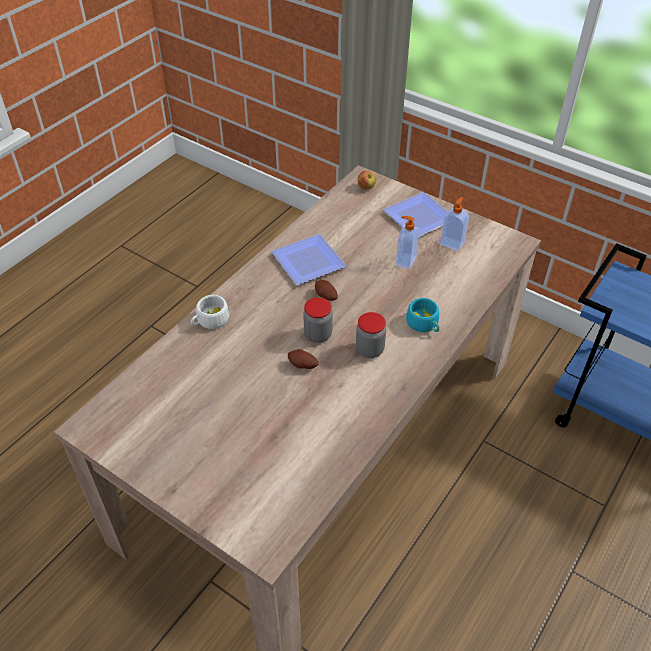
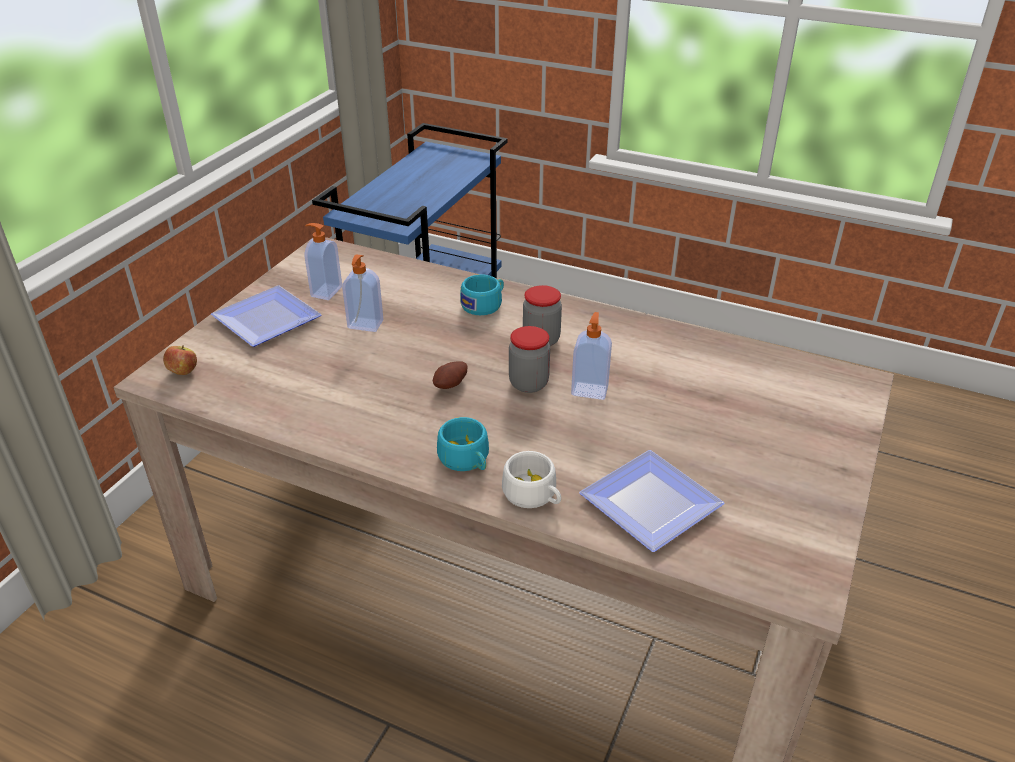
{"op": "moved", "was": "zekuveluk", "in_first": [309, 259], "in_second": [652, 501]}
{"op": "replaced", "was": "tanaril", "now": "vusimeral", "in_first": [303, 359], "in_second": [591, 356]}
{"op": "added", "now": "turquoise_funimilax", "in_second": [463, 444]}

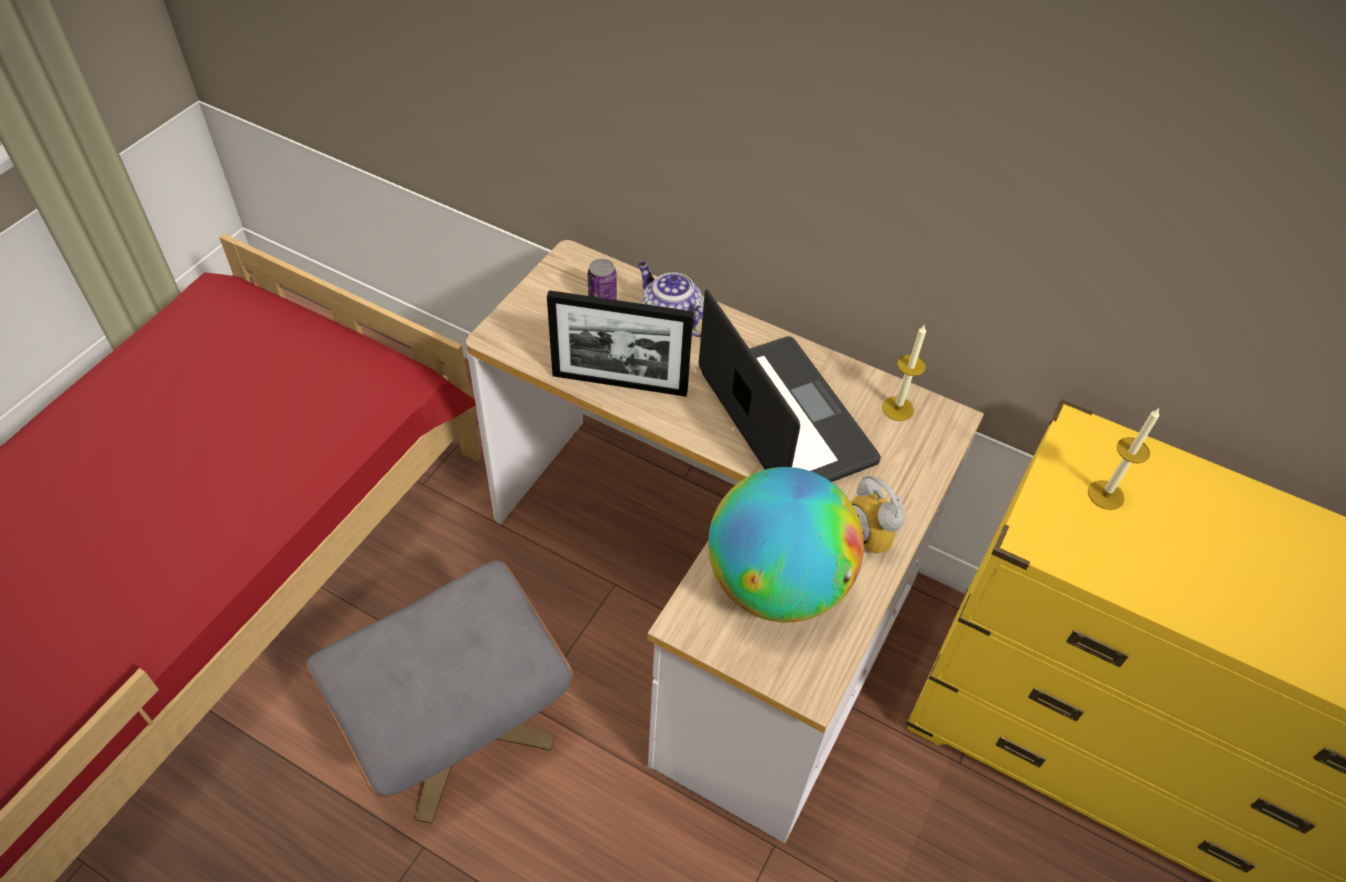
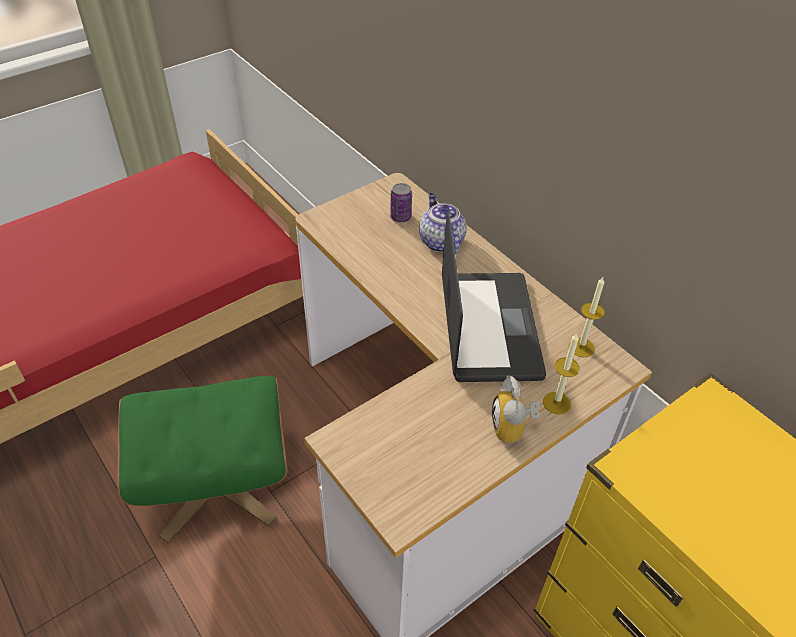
{"op": "recoloured", "was": "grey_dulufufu", "now": "green_dulufufu", "in_first": [439, 692], "in_second": [202, 459]}
{"op": "removed", "was": "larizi", "in_first": [620, 343]}
{"op": "removed", "was": "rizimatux", "in_first": [786, 544]}
{"op": "moved", "was": "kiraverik", "in_first": [1124, 459], "in_second": [561, 374]}

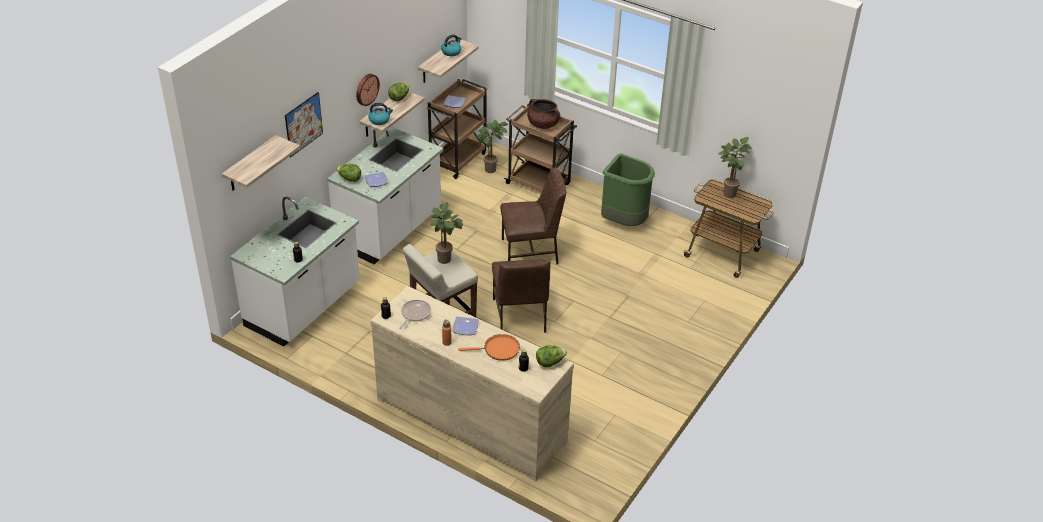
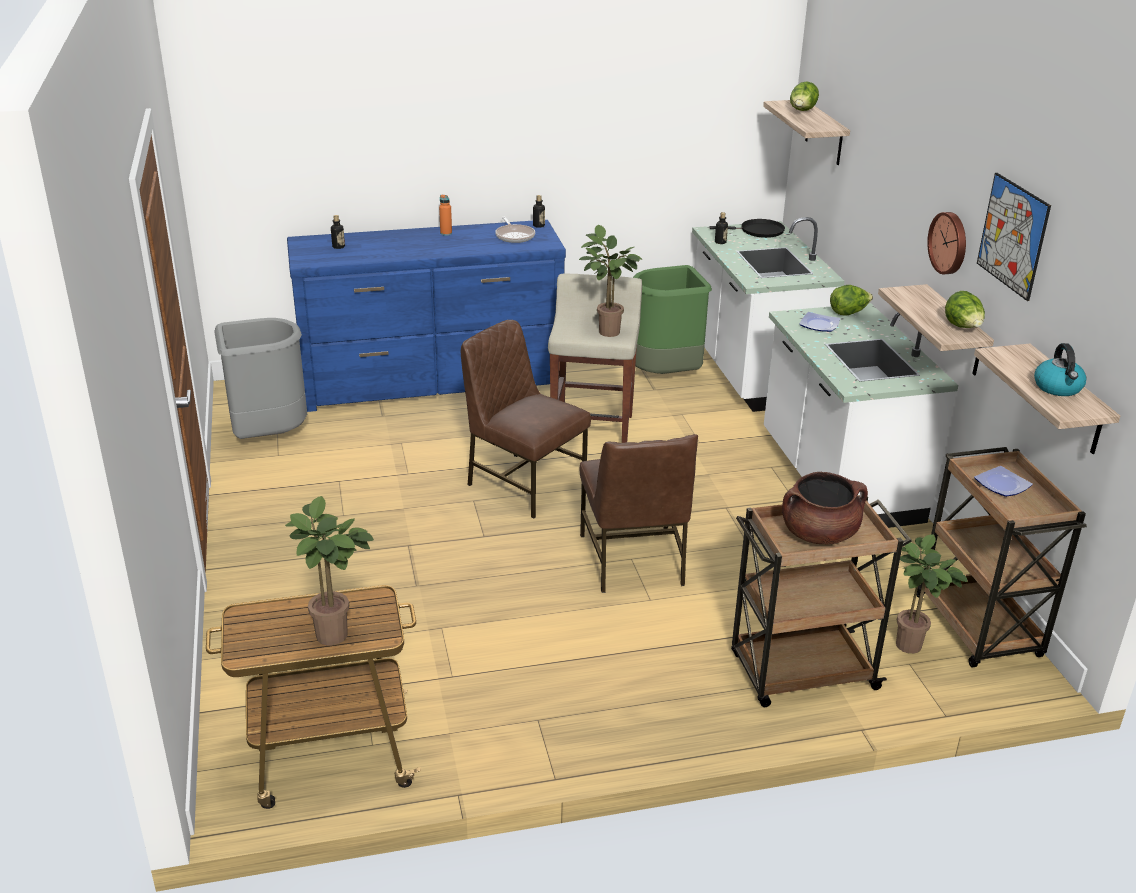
{"op": "moved", "was": "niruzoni", "in_first": [304, 124], "in_second": [1014, 237]}
{"op": "removed", "was": "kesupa", "in_first": [380, 114]}
{"op": "recoloured", "was": "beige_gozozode", "now": "blue_gozozode", "in_first": [472, 384], "in_second": [426, 316]}
{"op": "removed", "was": "zekuveluk", "in_first": [465, 326]}
{"op": "removed", "was": "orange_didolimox", "in_first": [489, 347]}
{"op": "turned", "was": "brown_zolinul", "in_first": [533, 216], "in_second": [639, 513], "clockwise": -45}
{"op": "moved", "was": "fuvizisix", "in_first": [551, 356], "in_second": [804, 96]}
{"op": "moved", "was": "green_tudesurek", "in_first": [628, 189], "in_second": [672, 319]}
{"op": "added", "now": "grey_tudesurek", "in_second": [260, 378]}
{"op": "added", "now": "black_didolimox", "in_second": [747, 228]}

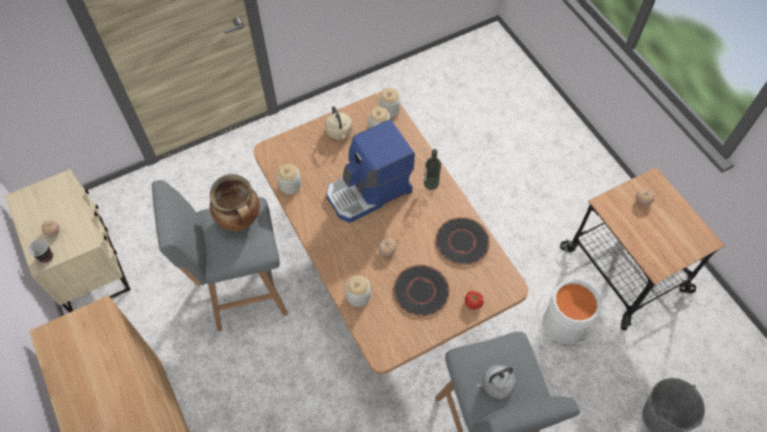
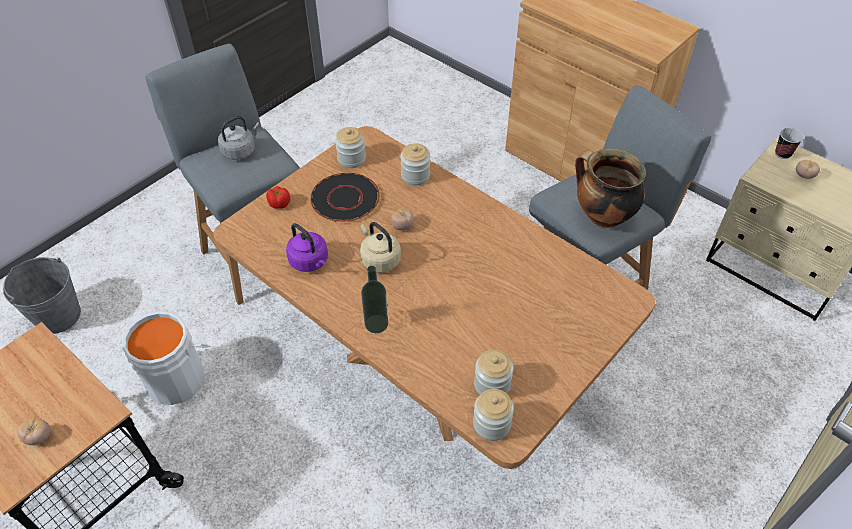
{"op": "moved", "was": "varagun", "in_first": [289, 178], "in_second": [350, 147]}
{"op": "moved", "was": "beige_kesupa", "in_first": [338, 122], "in_second": [380, 247]}
{"op": "removed", "was": "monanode", "in_first": [370, 171]}
{"op": "replaced", "was": "black_zekuveluk", "now": "purple_kesupa", "in_first": [462, 241], "in_second": [307, 247]}

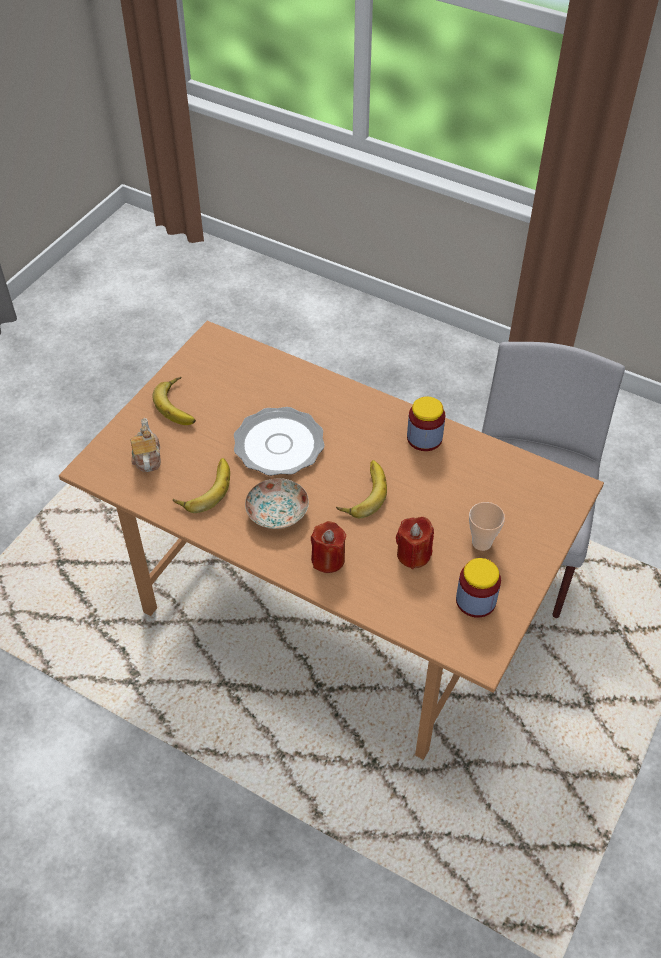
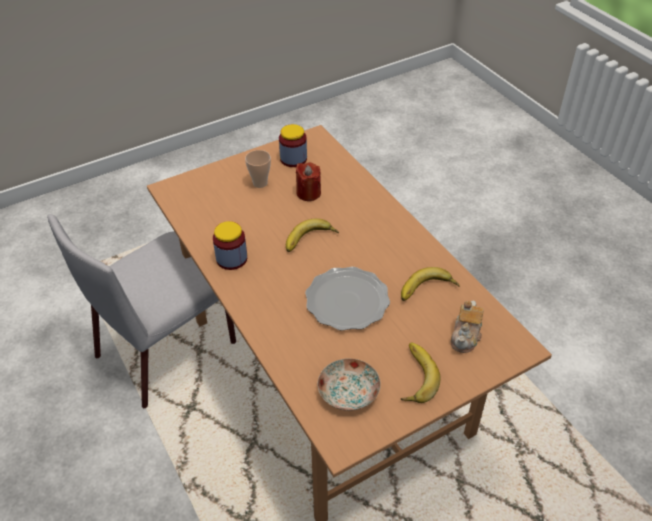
{"op": "moved", "was": "zekuveluk", "in_first": [277, 503], "in_second": [349, 384]}
{"op": "removed", "was": "red_kiraverik", "in_first": [328, 547]}

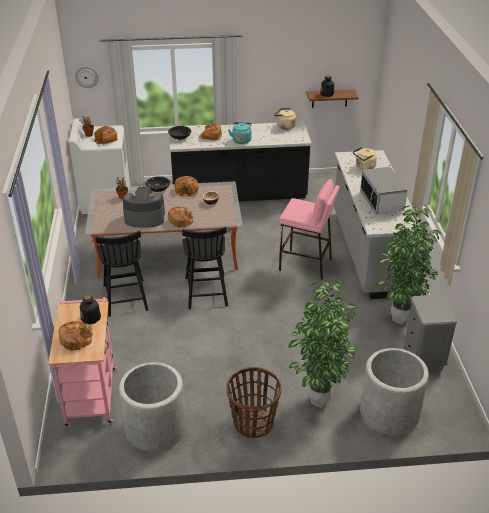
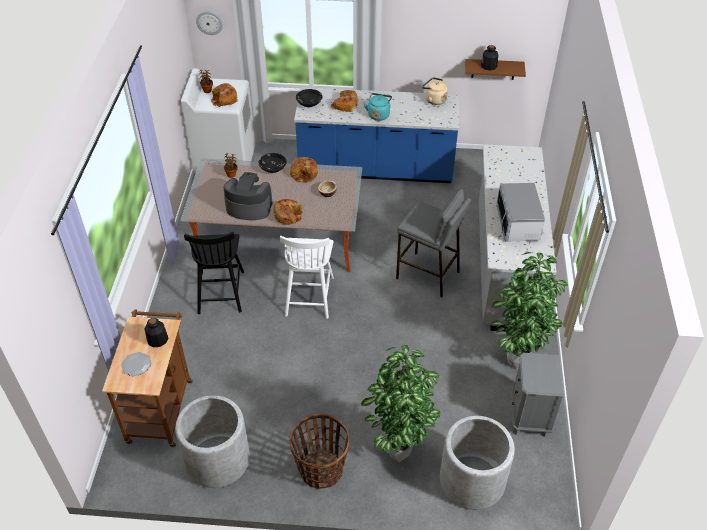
{"op": "recoloured", "was": "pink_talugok", "now": "brown_talugok", "in_first": [82, 362], "in_second": [147, 378]}
{"op": "replaced", "was": "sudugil", "now": "zekuveluk", "in_first": [76, 335], "in_second": [136, 364]}
{"op": "recoloured", "was": "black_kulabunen", "now": "blue_kulabunen", "in_first": [241, 161], "in_second": [376, 135]}
{"op": "recoloured", "was": "black_zolinul", "now": "white_zolinul", "in_first": [205, 268], "in_second": [307, 277]}
{"op": "recoloured", "was": "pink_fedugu", "now": "grey_fedugu", "in_first": [309, 229], "in_second": [433, 243]}
{"op": "removed", "was": "beige_kesupa", "in_first": [365, 158]}

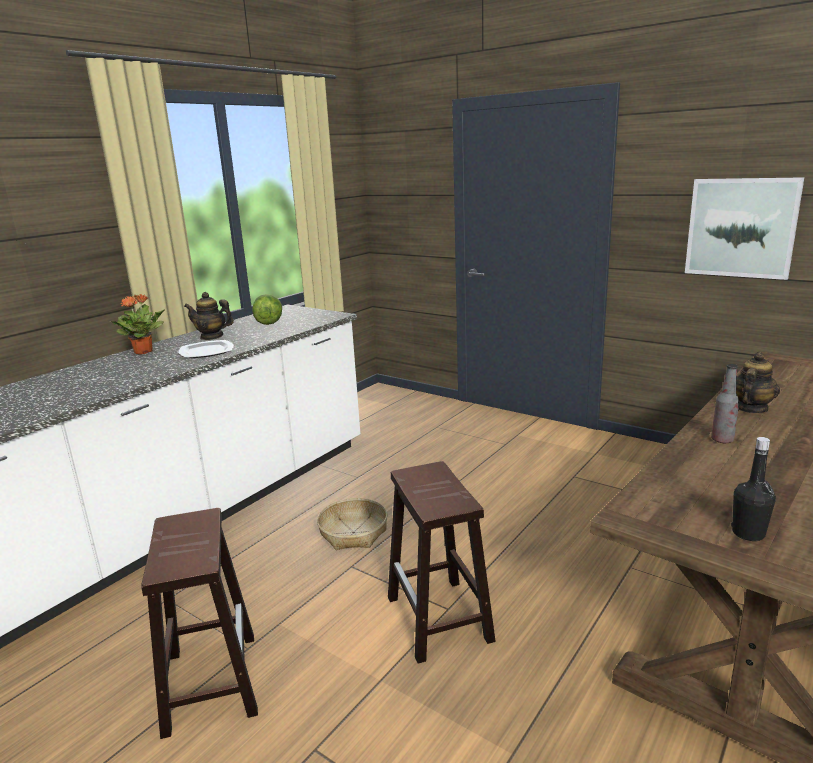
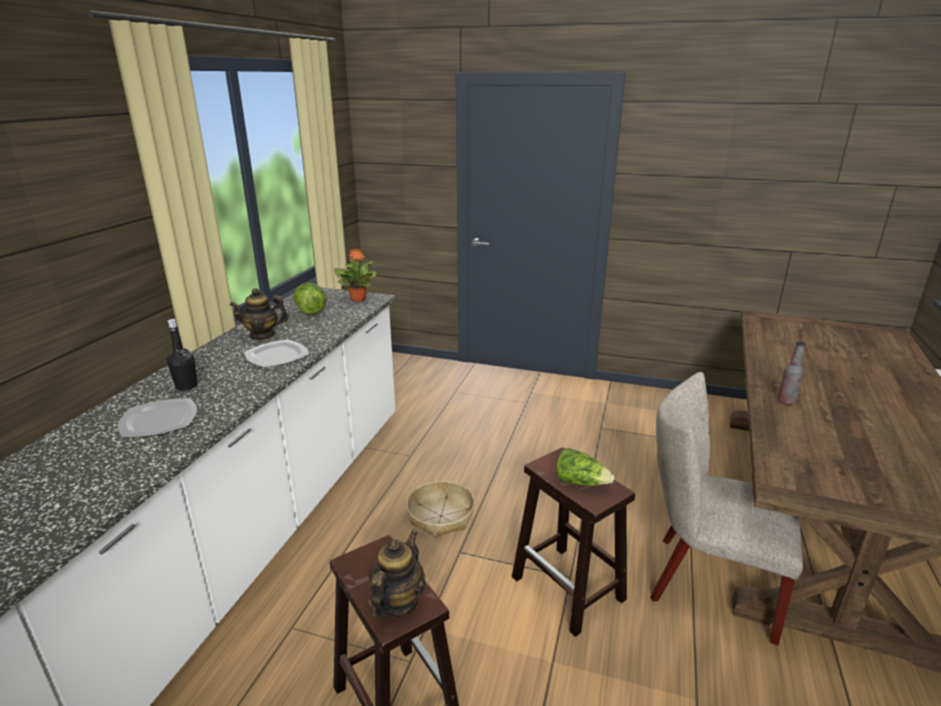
{"op": "moved", "was": "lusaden", "in_first": [137, 324], "in_second": [355, 275]}
{"op": "removed", "was": "niruzoni", "in_first": [744, 228]}
{"op": "moved", "was": "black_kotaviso", "in_first": [753, 489], "in_second": [182, 355]}
{"op": "moved", "was": "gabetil", "in_first": [758, 382], "in_second": [397, 574]}
{"op": "added", "now": "zekuveluk", "in_second": [157, 418]}
{"op": "added", "now": "fuvizisix", "in_second": [585, 467]}
{"op": "added", "now": "beige_zolinul", "in_second": [726, 509]}

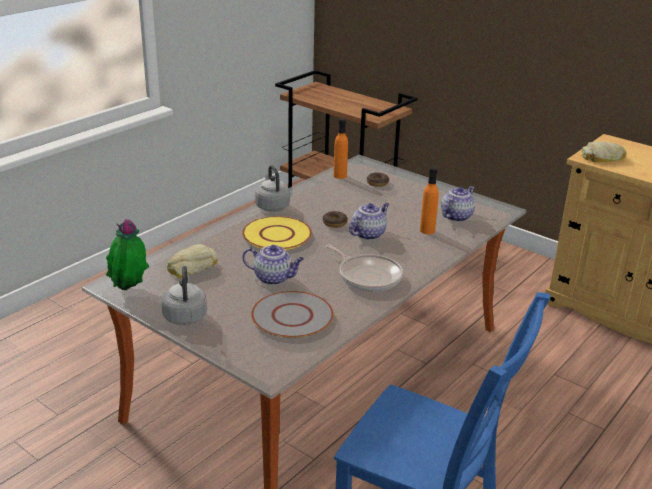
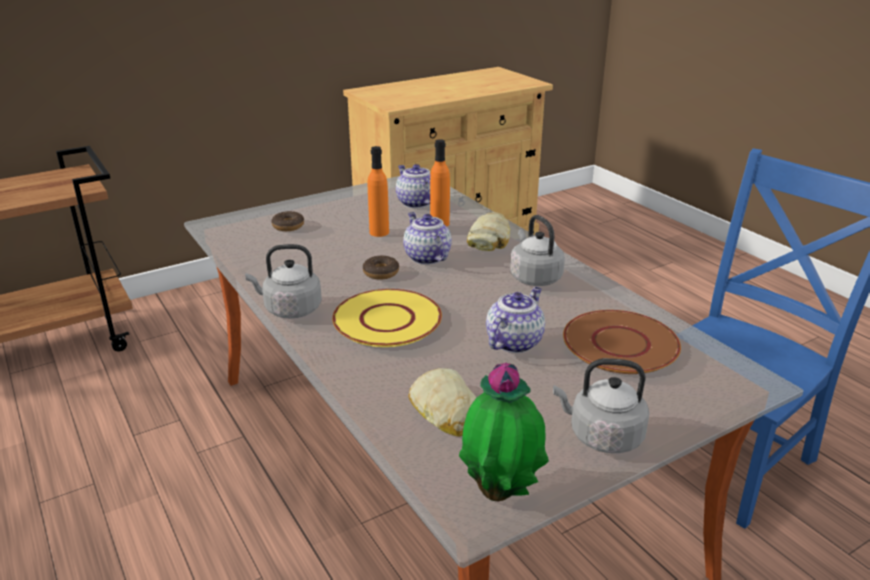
{"op": "recoloured", "was": "grey_zekuveluk", "now": "brown_zekuveluk", "in_first": [292, 314], "in_second": [622, 342]}
{"op": "replaced", "was": "didolimox", "now": "grey_kesupa", "in_first": [364, 267], "in_second": [537, 250]}
{"op": "moved", "was": "orange_kotaviso", "in_first": [341, 148], "in_second": [378, 191]}
{"op": "moved", "was": "sudugil", "in_first": [604, 151], "in_second": [488, 231]}

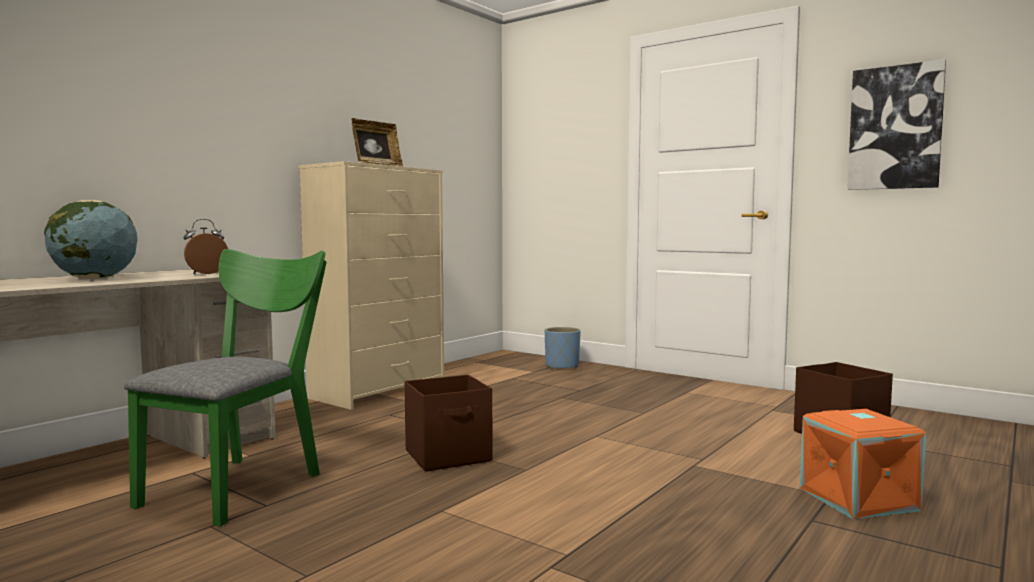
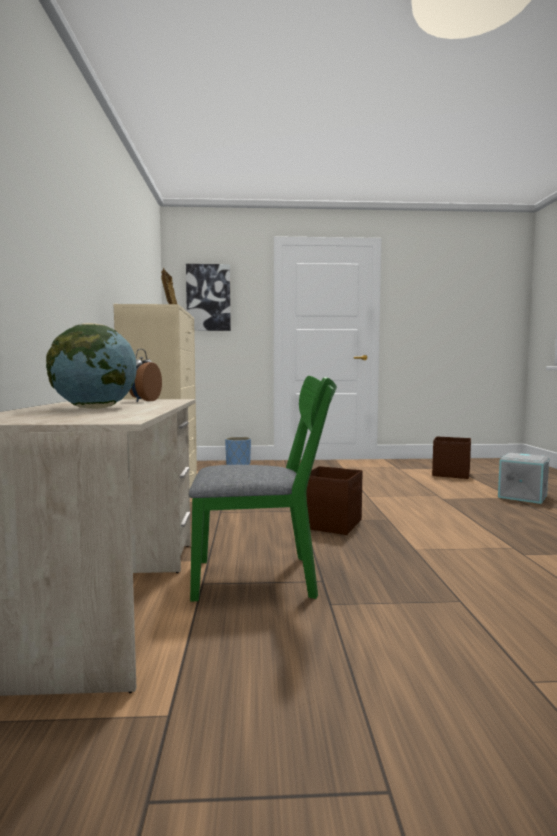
{"op": "turned", "was": "green_zolinul", "in_first": [225, 388], "in_second": [263, 488], "clockwise": 105}
{"op": "recoloured", "was": "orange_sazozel", "now": "grey_sazozel", "in_first": [863, 464], "in_second": [524, 478]}
{"op": "moved", "was": "niruzoni", "in_first": [896, 124], "in_second": [208, 297]}

